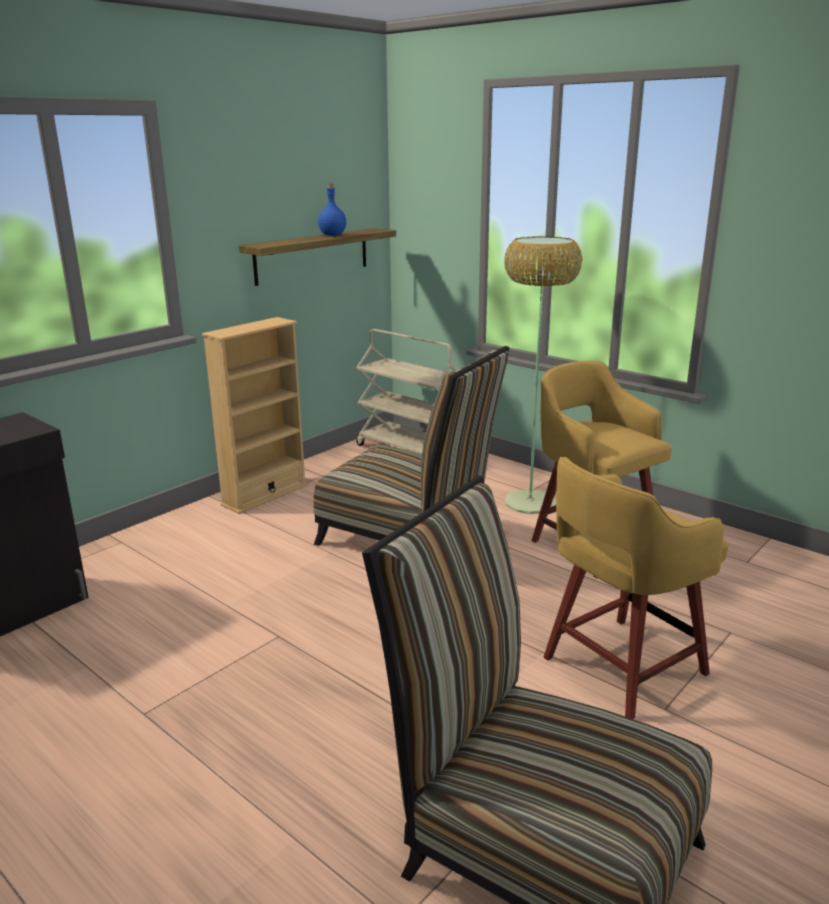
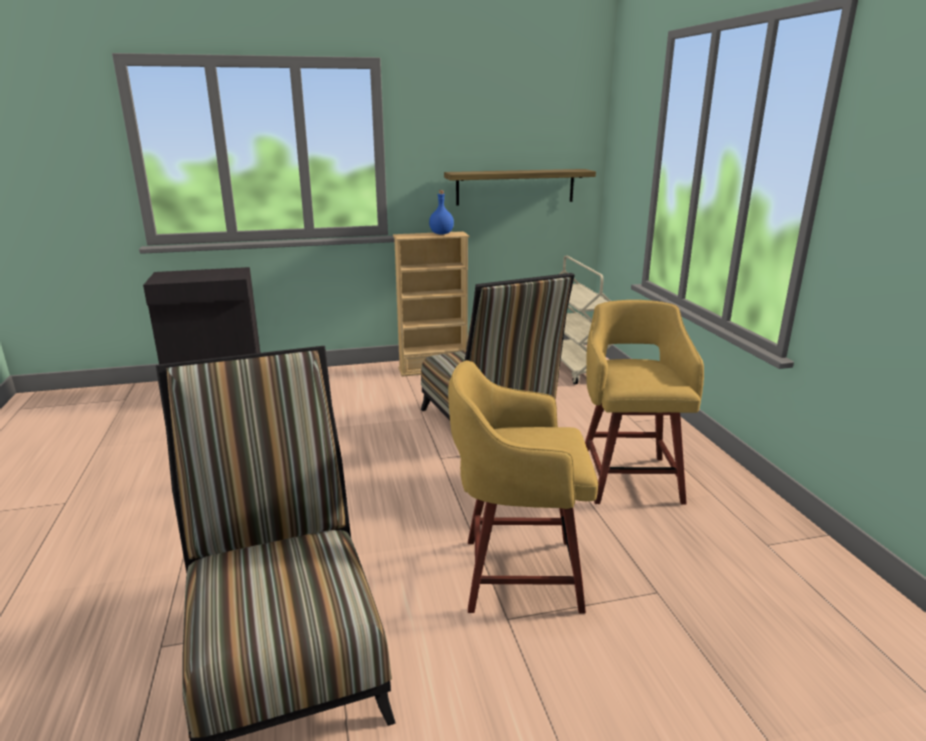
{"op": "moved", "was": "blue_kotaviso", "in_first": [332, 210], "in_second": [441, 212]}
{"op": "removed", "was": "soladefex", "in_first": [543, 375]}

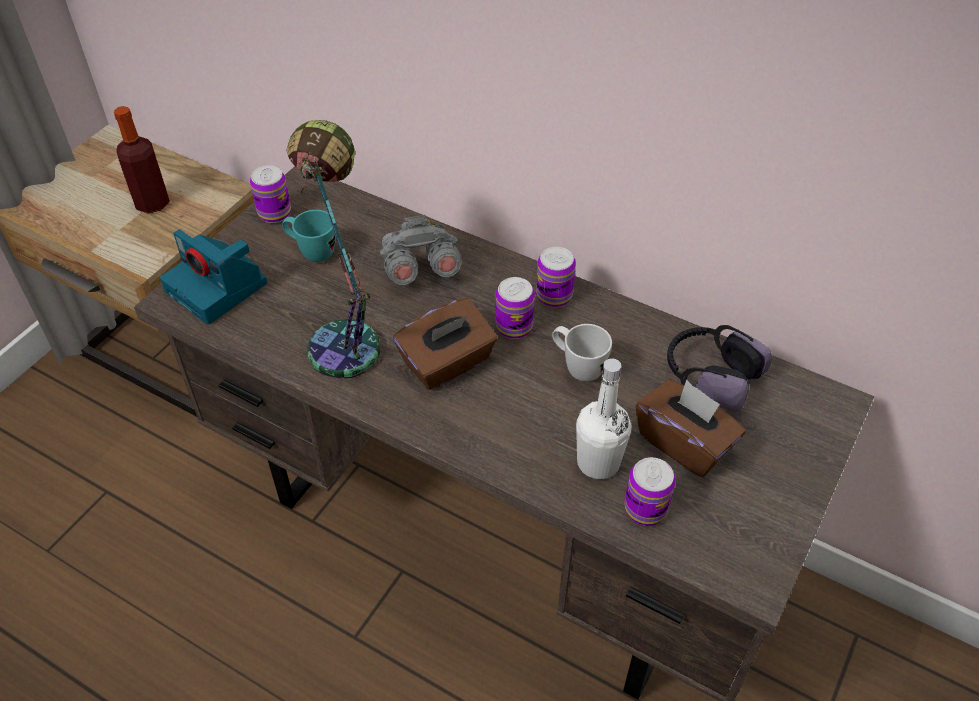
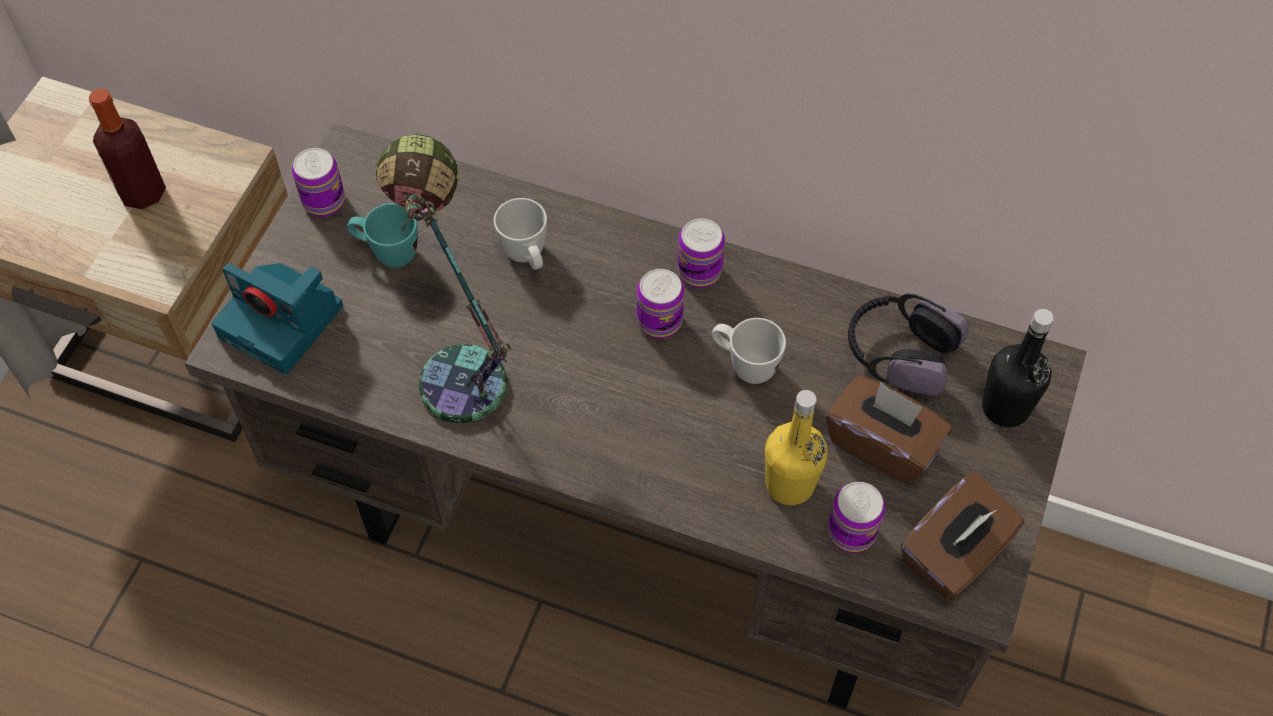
{"op": "replaced", "was": "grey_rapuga", "now": "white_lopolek", "in_first": [420, 250], "in_second": [520, 234]}
{"op": "moved", "was": "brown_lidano", "in_first": [445, 344], "in_second": [963, 535]}
{"op": "recoloured", "was": "white_kotaviso", "now": "yellow_kotaviso", "in_first": [603, 418], "in_second": [796, 447]}
{"op": "added", "now": "black_kotaviso", "in_second": [1018, 368]}

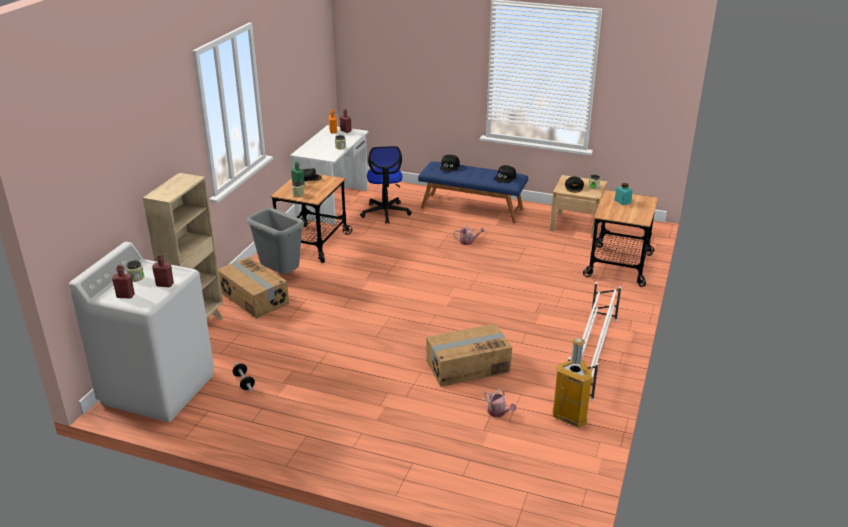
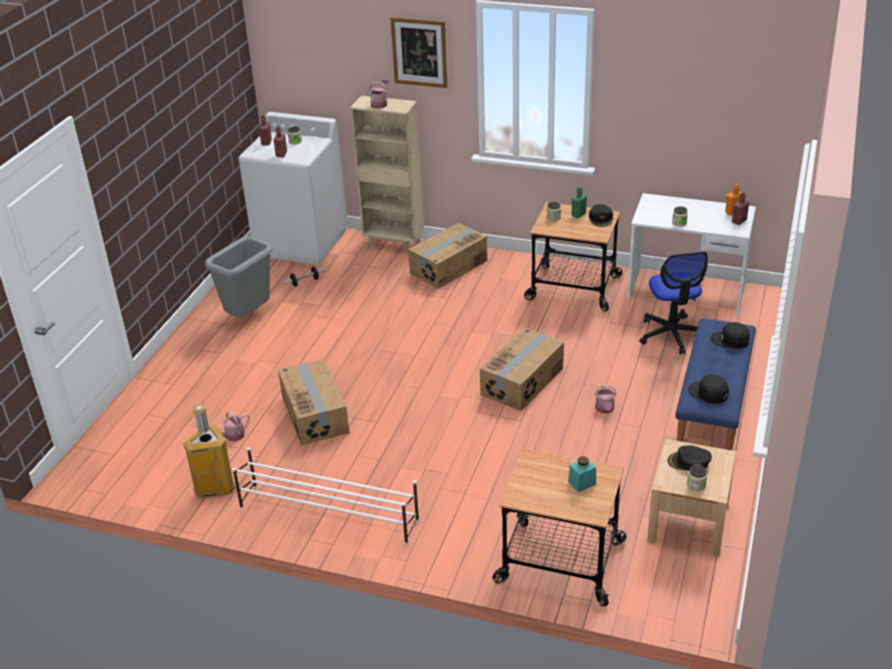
{"op": "moved", "was": "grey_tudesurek", "in_first": [275, 241], "in_second": [239, 276]}
{"op": "turned", "was": "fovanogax", "in_first": [386, 185], "in_second": [673, 303], "clockwise": -90}
{"op": "added", "now": "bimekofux", "in_second": [379, 94]}
{"op": "added", "now": "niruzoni", "in_second": [418, 52]}
{"op": "added", "now": "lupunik", "in_second": [522, 369]}

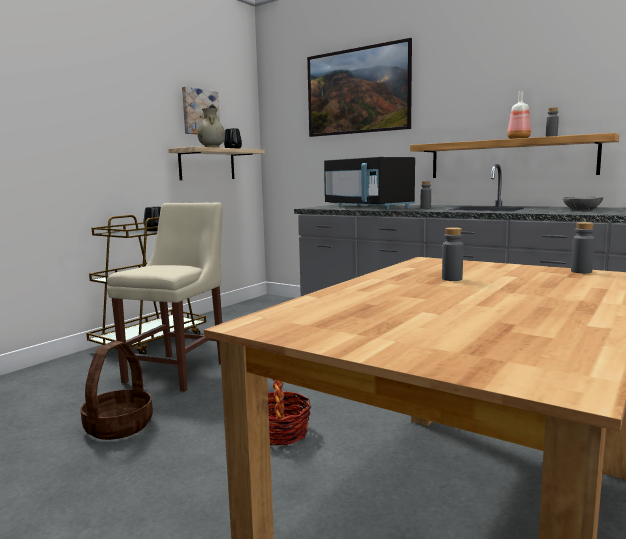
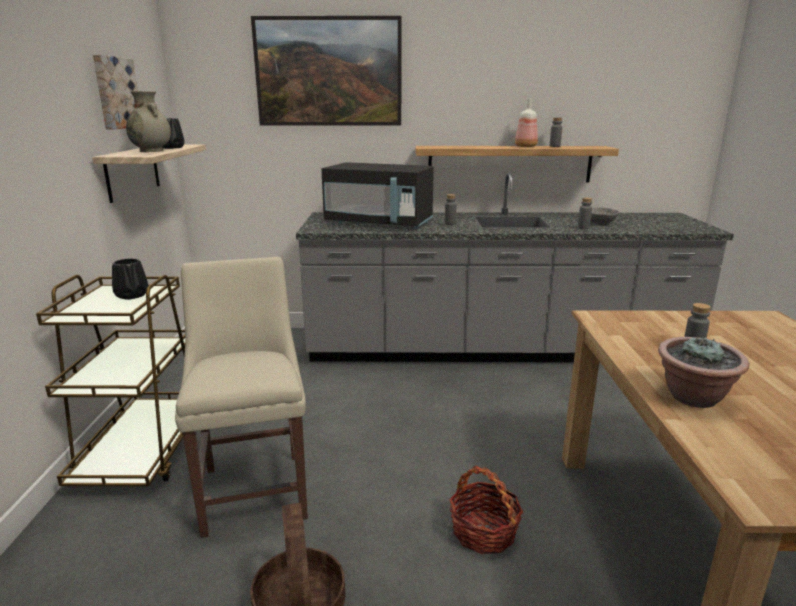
{"op": "moved", "was": "grey_kotaviso", "in_first": [583, 248], "in_second": [585, 213]}
{"op": "added", "now": "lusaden", "in_second": [704, 372]}

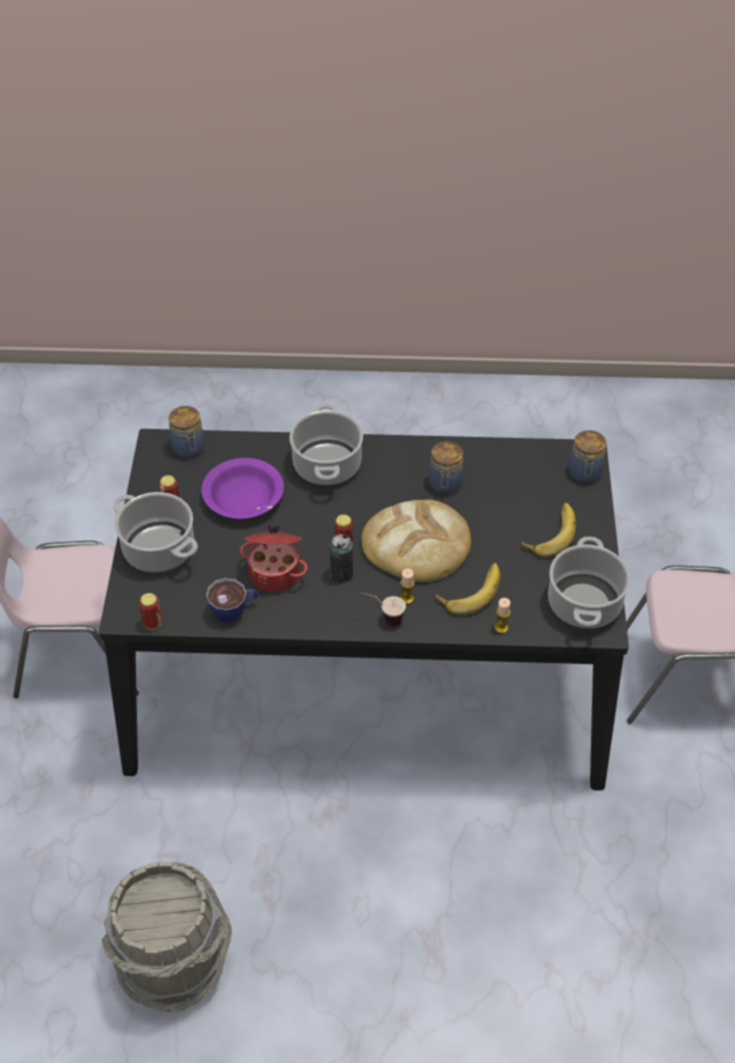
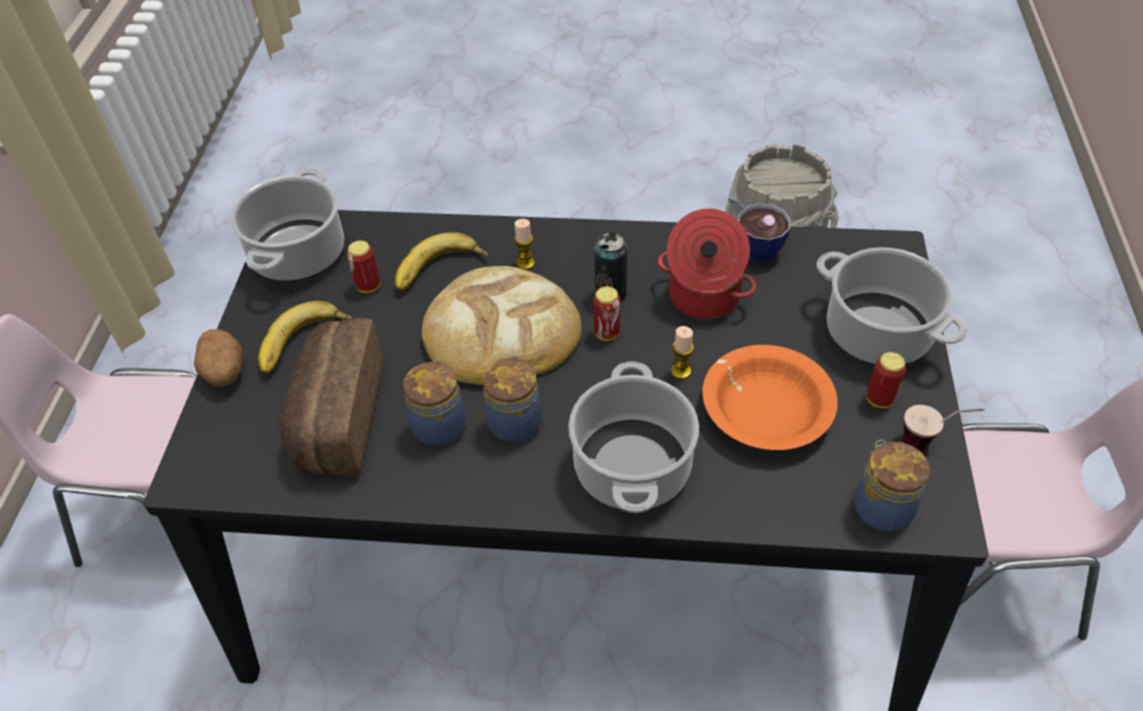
{"op": "moved", "was": "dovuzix", "in_first": [150, 611], "in_second": [364, 266]}
{"op": "recoloured", "was": "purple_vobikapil", "now": "orange_vobikapil", "in_first": [243, 488], "in_second": [770, 397]}
{"op": "moved", "was": "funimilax", "in_first": [383, 609], "in_second": [943, 428]}
{"op": "moved", "was": "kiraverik", "in_first": [502, 615], "in_second": [682, 352]}
{"op": "moved", "was": "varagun", "in_first": [588, 456], "in_second": [512, 399]}
{"op": "added", "now": "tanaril", "in_second": [218, 358]}
{"op": "added", "now": "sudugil", "in_second": [330, 397]}

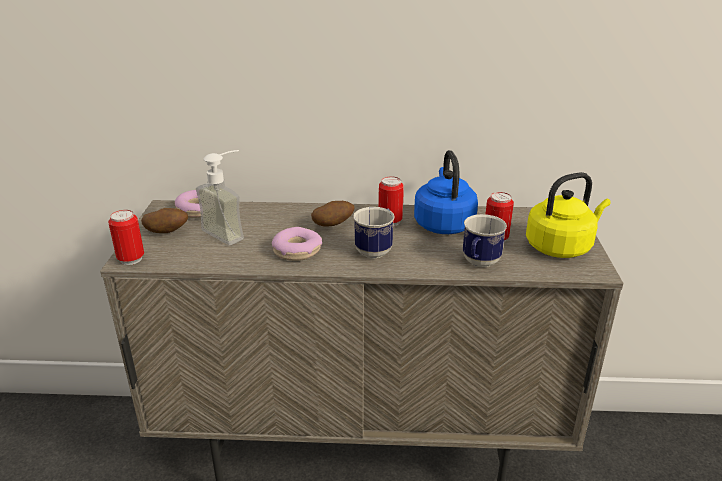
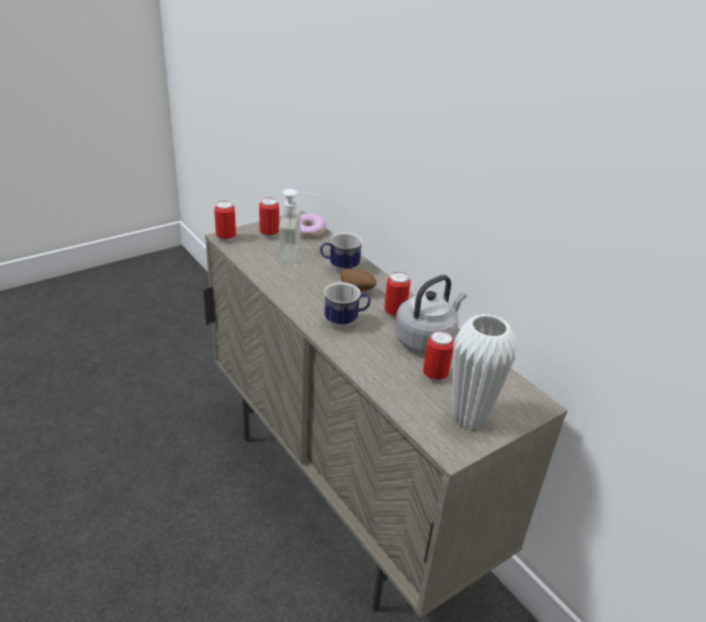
{"op": "replaced", "was": "tanaril", "now": "dovuzix", "in_first": [164, 220], "in_second": [269, 218]}
{"op": "removed", "was": "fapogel", "in_first": [297, 244]}
{"op": "recoloured", "was": "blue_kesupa", "now": "grey_kesupa", "in_first": [446, 192], "in_second": [431, 314]}
{"op": "moved", "was": "lopolek", "in_first": [485, 240], "in_second": [341, 252]}
{"op": "replaced", "was": "yellow_kesupa", "now": "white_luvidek", "in_first": [568, 215], "in_second": [484, 372]}

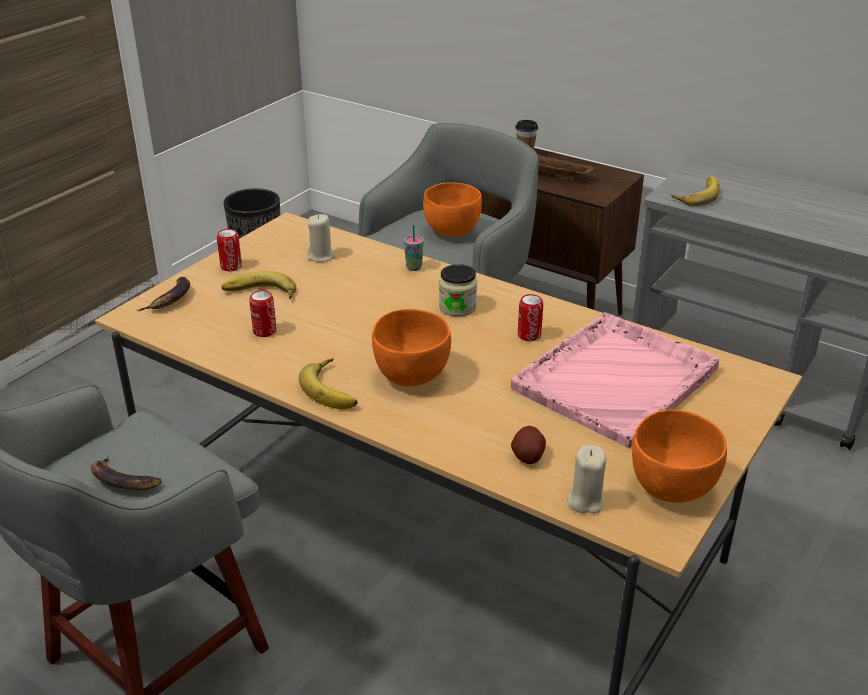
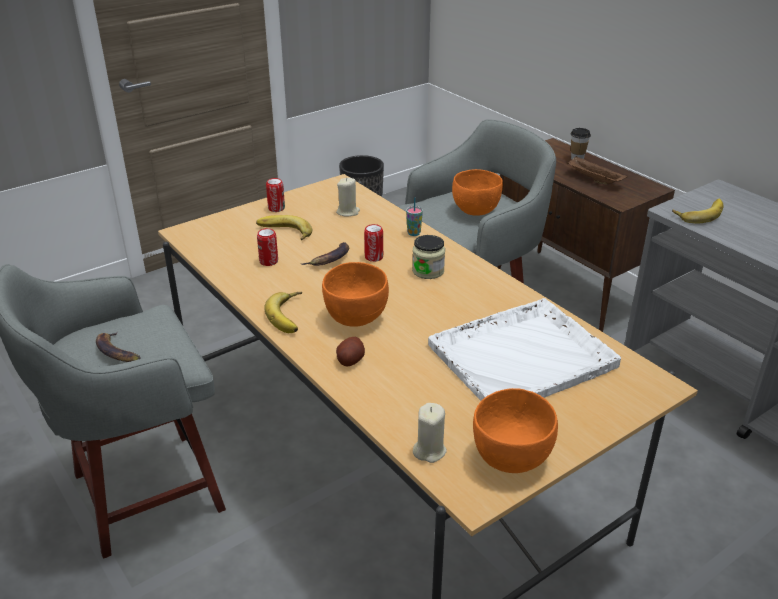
{"op": "moved", "was": "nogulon", "in_first": [163, 294], "in_second": [324, 254]}
{"op": "recoloured", "was": "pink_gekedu", "now": "white_gekedu", "in_first": [615, 380], "in_second": [524, 349]}
{"op": "moved", "was": "tanaril", "in_first": [528, 445], "in_second": [350, 351]}
{"op": "moved", "was": "dovuzix", "in_first": [530, 317], "in_second": [373, 243]}

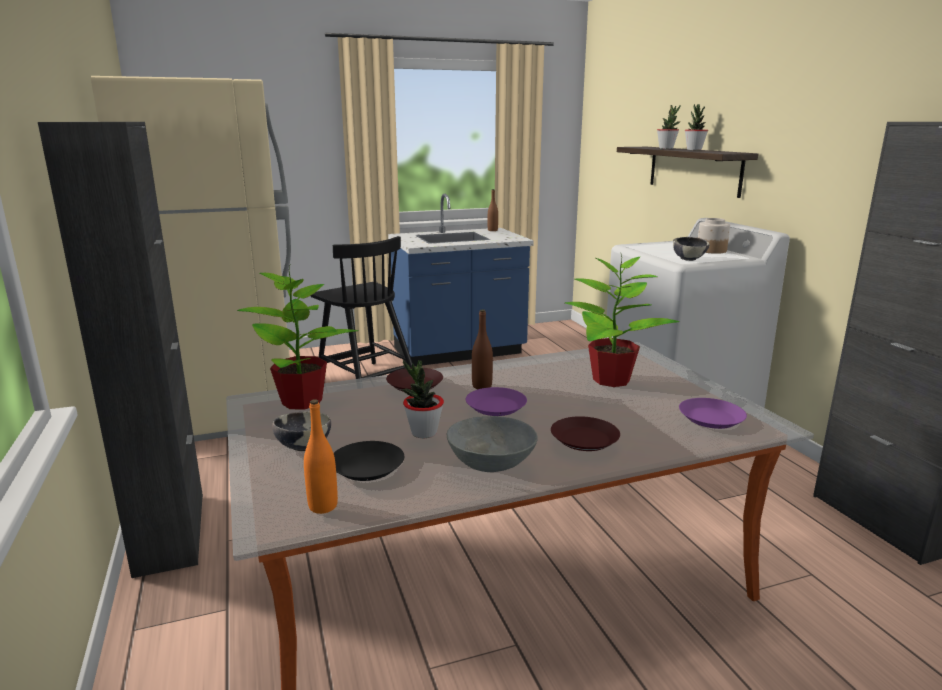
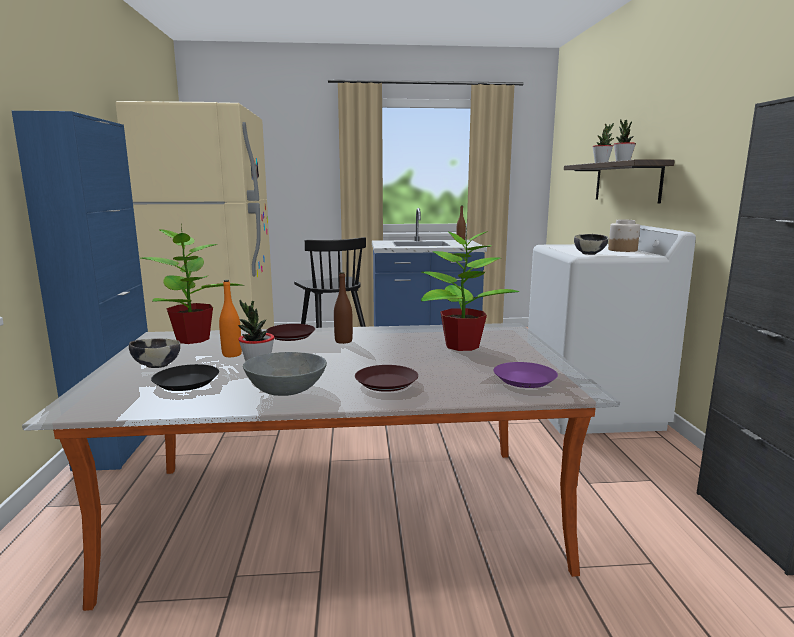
{"op": "recoloured", "was": "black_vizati", "now": "blue_vizati", "in_first": [120, 350], "in_second": [80, 291]}
{"op": "moved", "was": "orange_kotaviso", "in_first": [321, 456], "in_second": [230, 318]}
{"op": "removed", "was": "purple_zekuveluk", "in_first": [496, 401]}

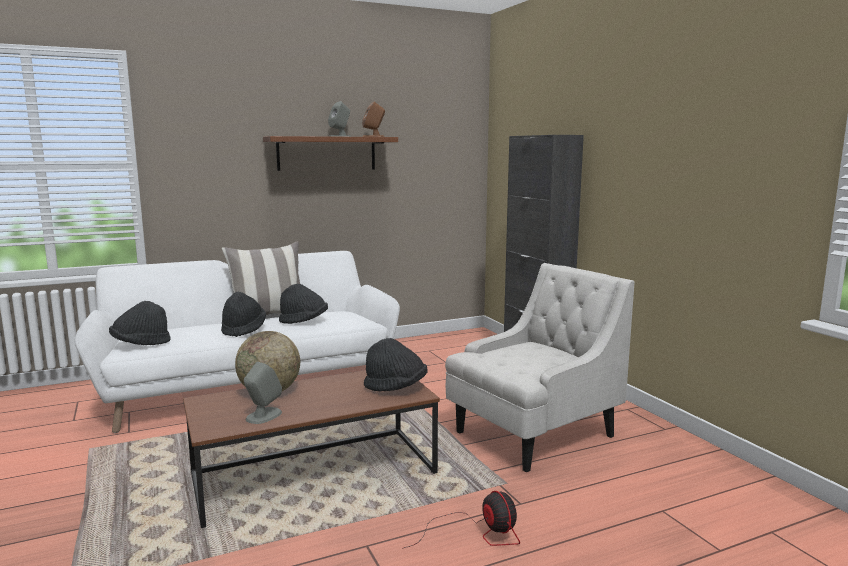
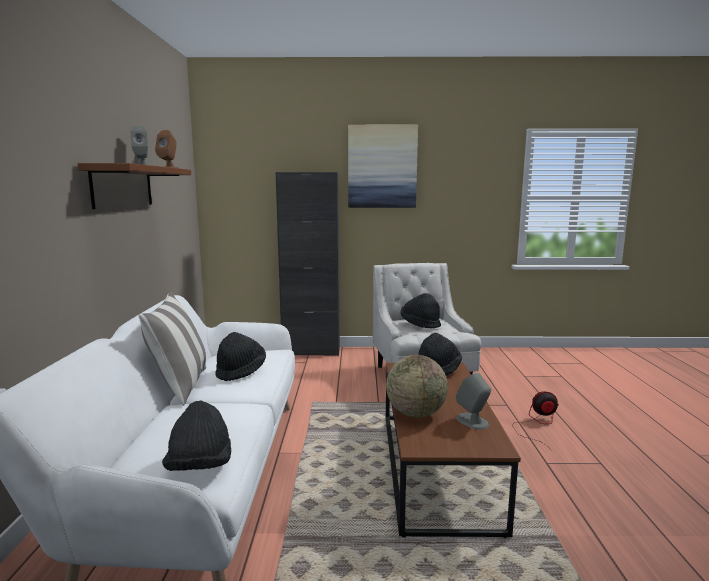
{"op": "moved", "was": "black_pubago", "in_first": [243, 314], "in_second": [421, 311]}
{"op": "added", "now": "niruzoni", "in_second": [383, 166]}

